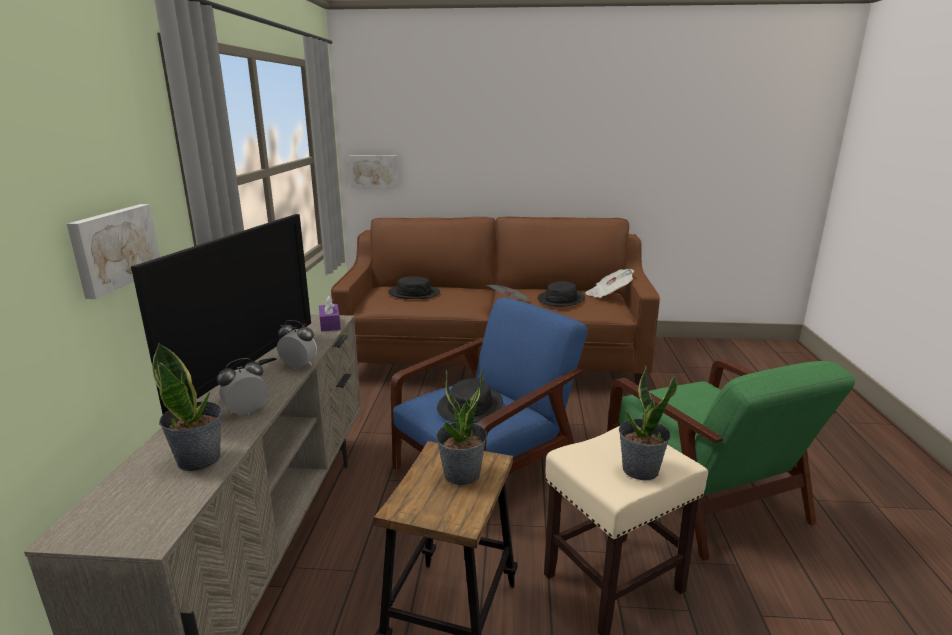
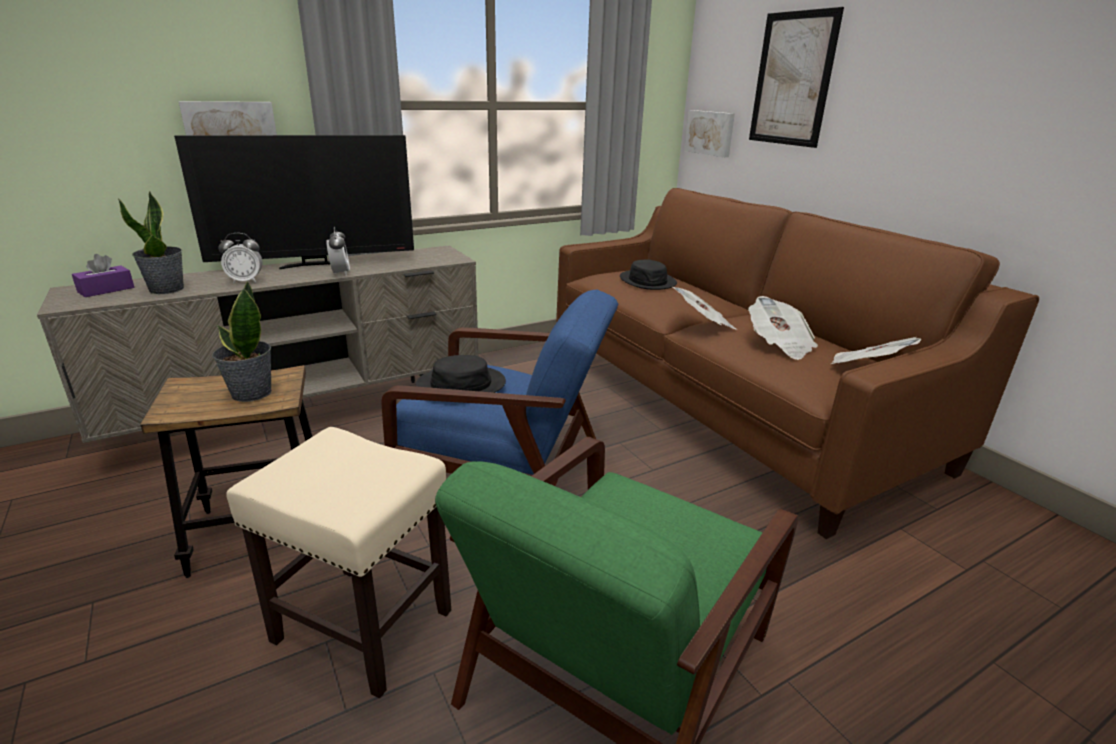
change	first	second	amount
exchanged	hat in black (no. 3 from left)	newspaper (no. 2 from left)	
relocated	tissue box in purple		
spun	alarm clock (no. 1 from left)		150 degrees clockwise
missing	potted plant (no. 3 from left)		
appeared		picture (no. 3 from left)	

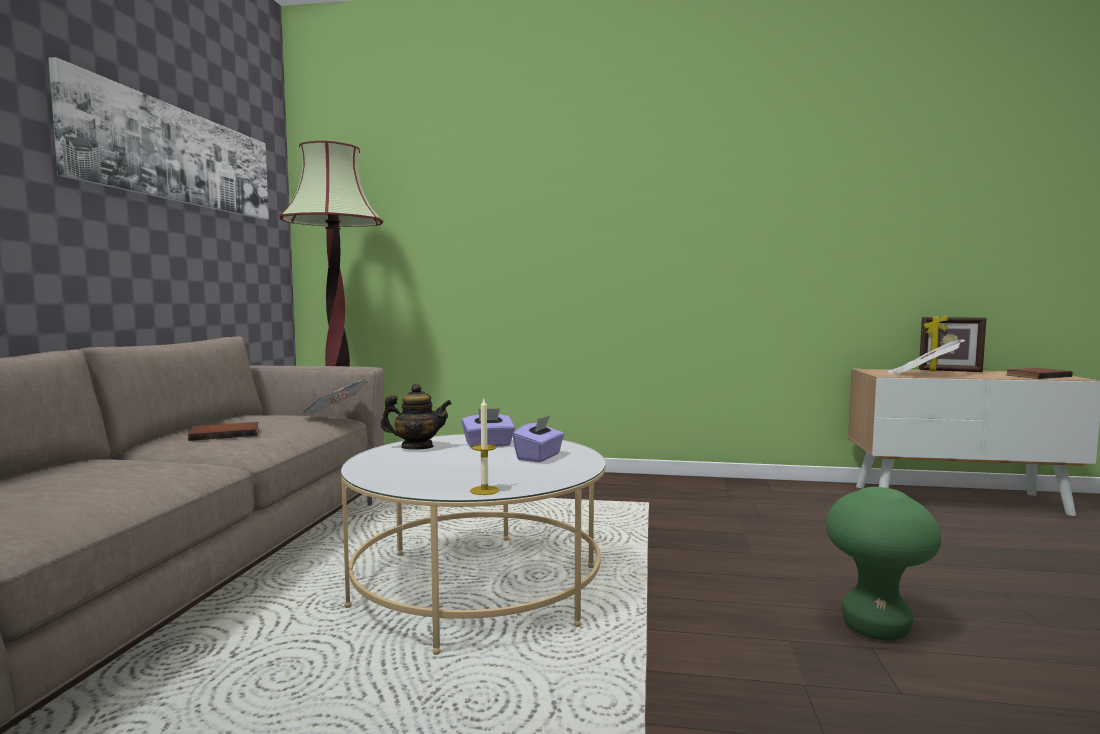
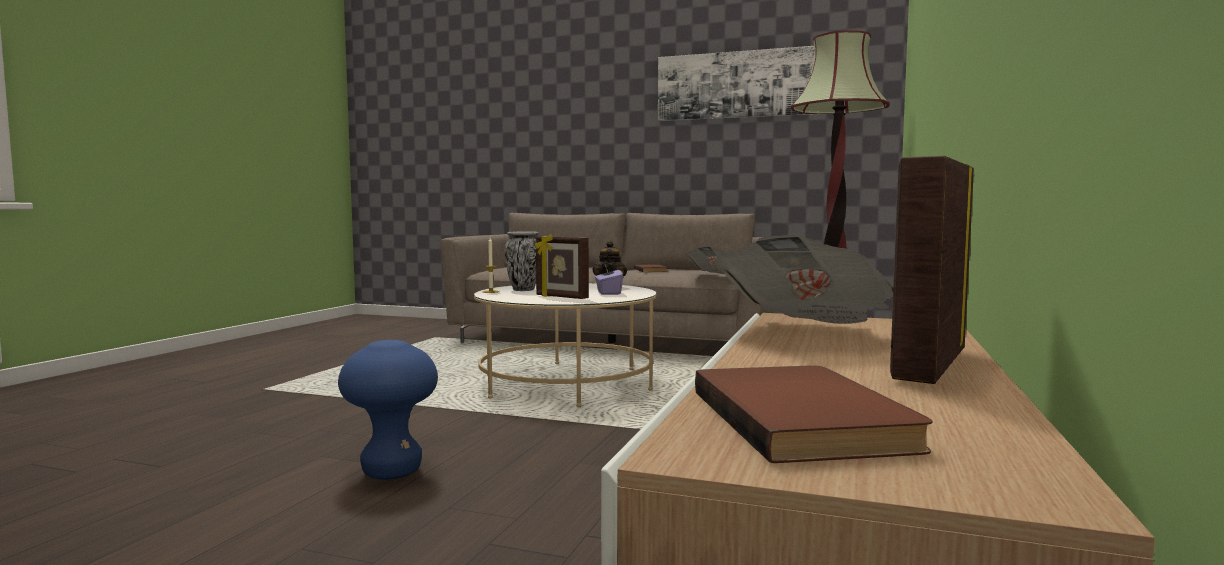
change	first	second	amount
exchanged	tissue box in purple (no. 2 from left)	picture frame (no. 1 from left)	
colour	stool in green	stool in blue	
appeared		vase	

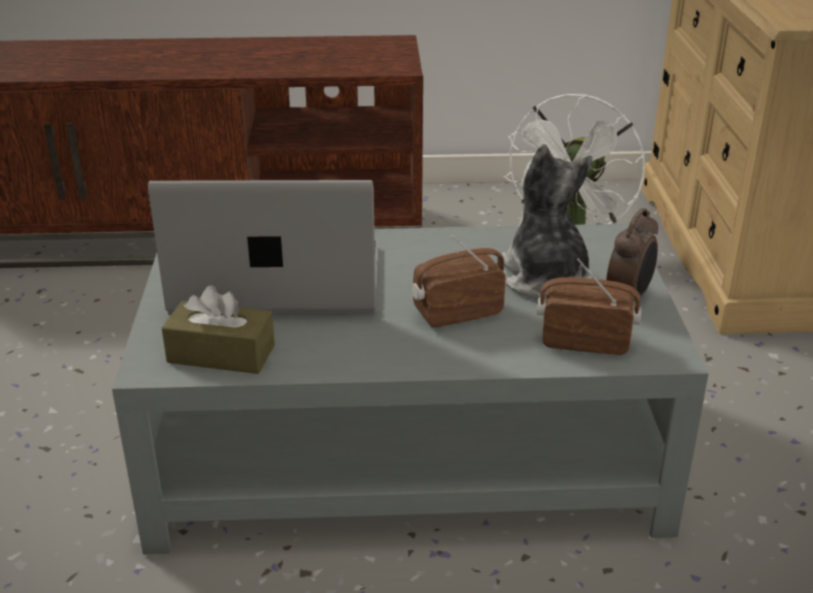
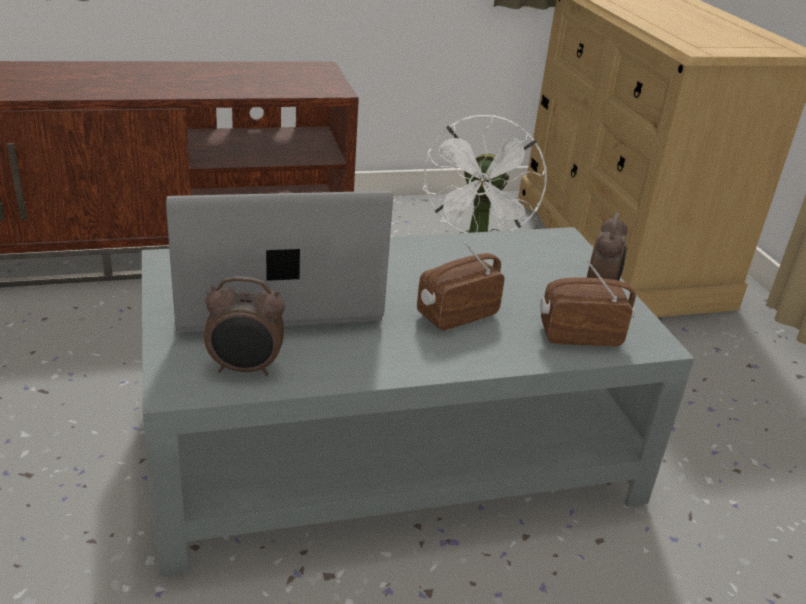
change	first	second	amount
missing	plush toy		
exchanged	tissue box in brown	alarm clock (no. 1 from left)	

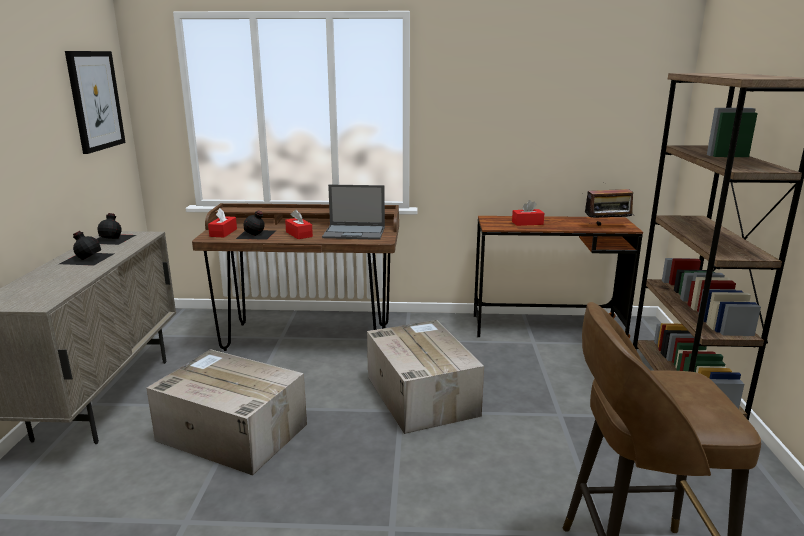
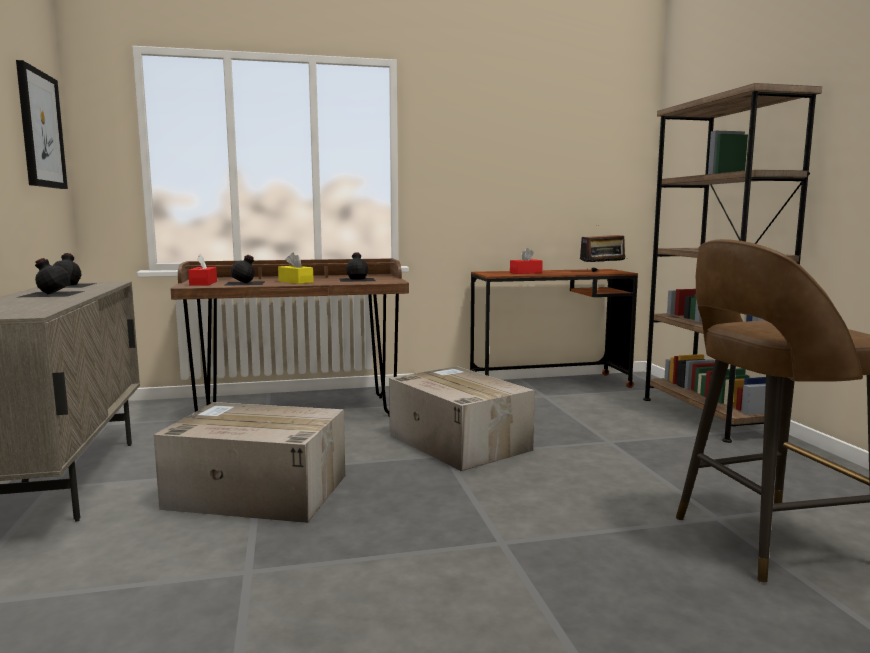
change	first	second	amount
exchanged	laptop	bottle in black (no. 4 from left)	
colour	tissue box in red (no. 2 from left)	tissue box in yellow	

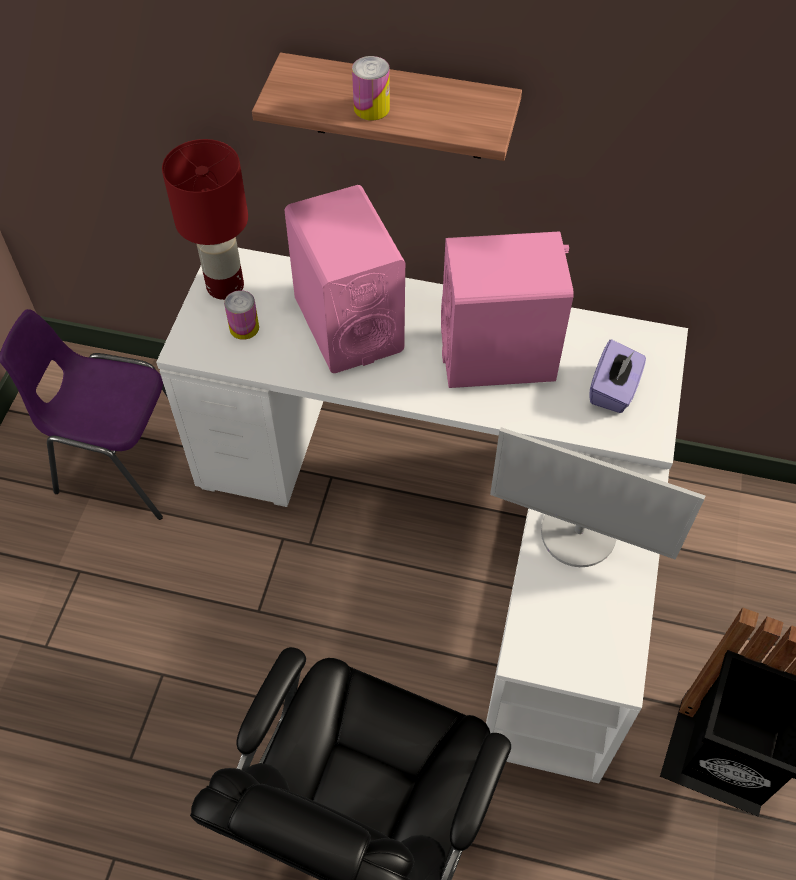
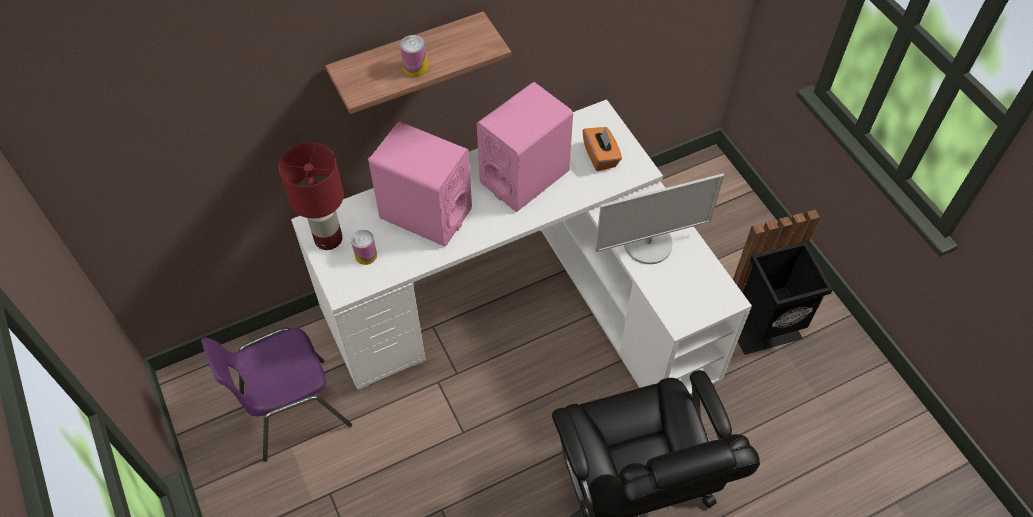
change	first	second	amount
colour	tissue box in purple	tissue box in orange	

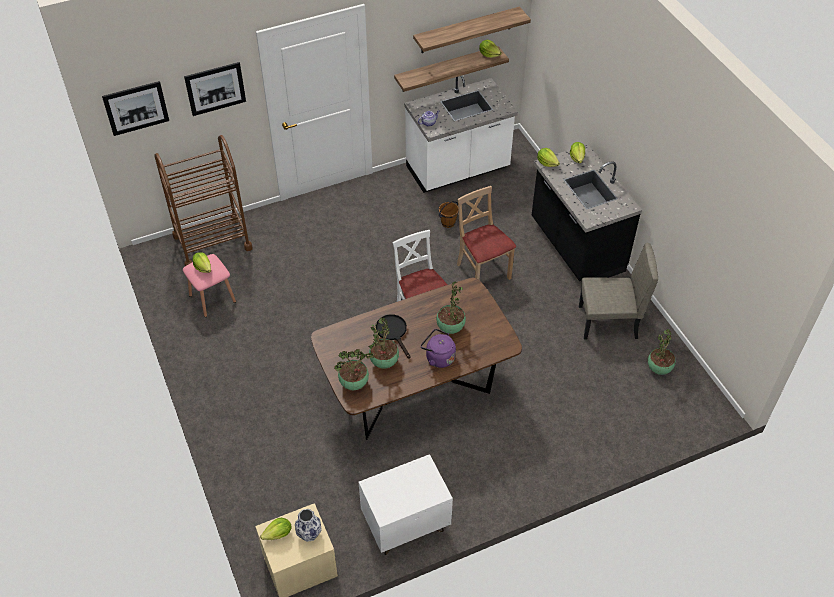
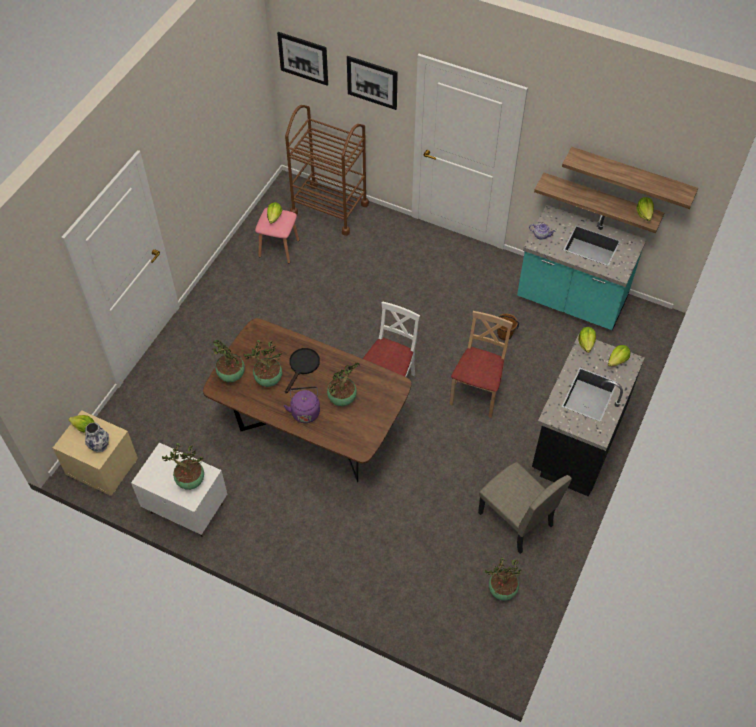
change	first	second	amount
colour	counter in white	counter in turquoise	
appeared		potted plant (no. 1 from left)	

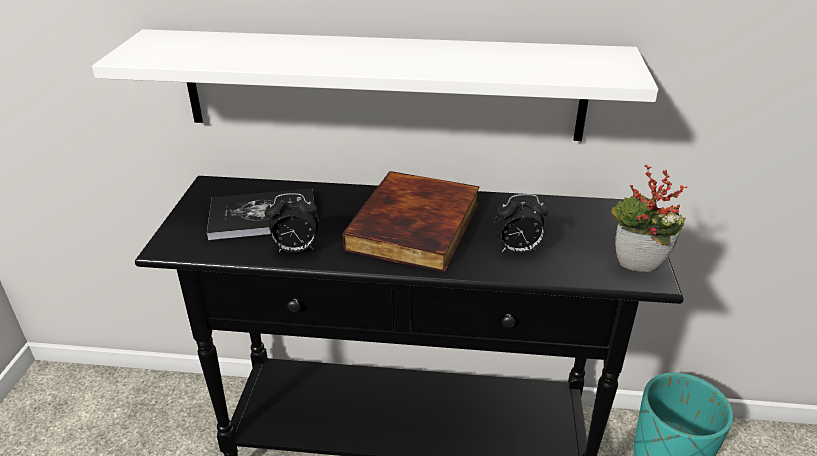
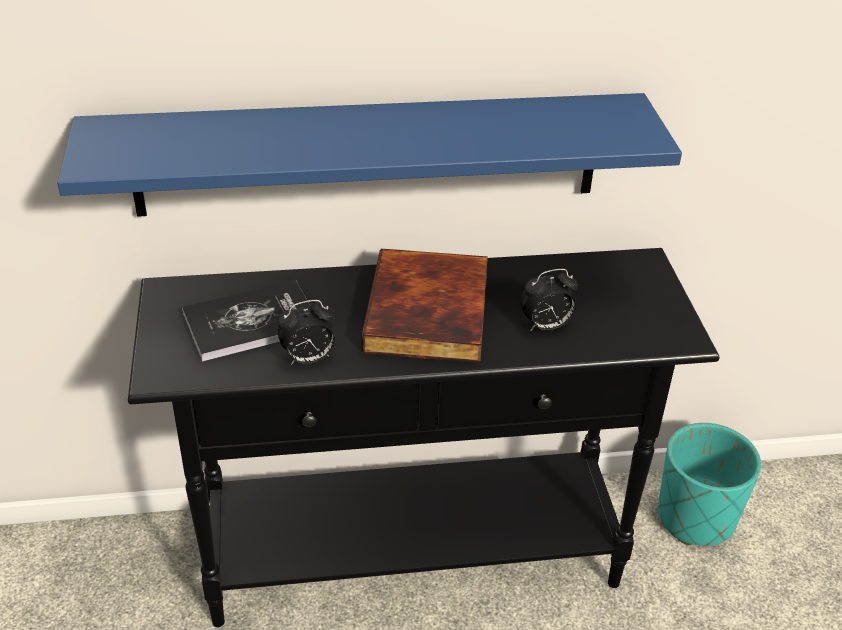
change	first	second	amount
colour	shelf in white	shelf in blue	
missing	potted plant		

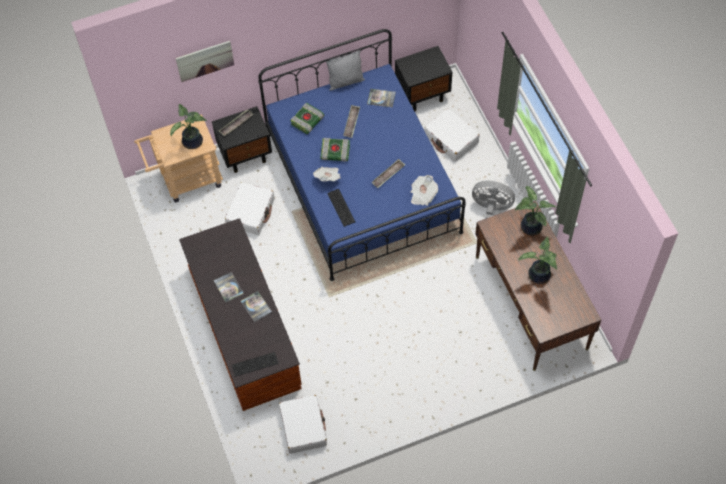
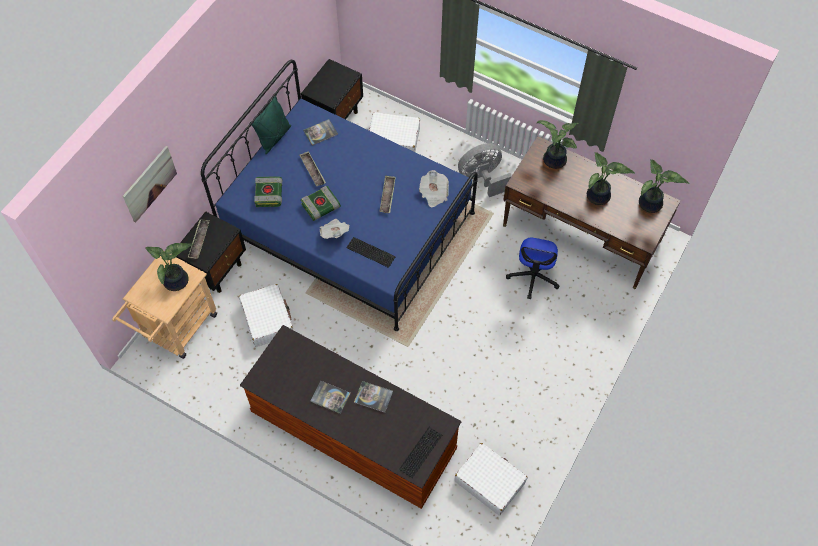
change	first	second	amount
colour	pillow in grey	pillow in green	
appeared		potted plant (no. 4 from left)	
appeared		office chair	

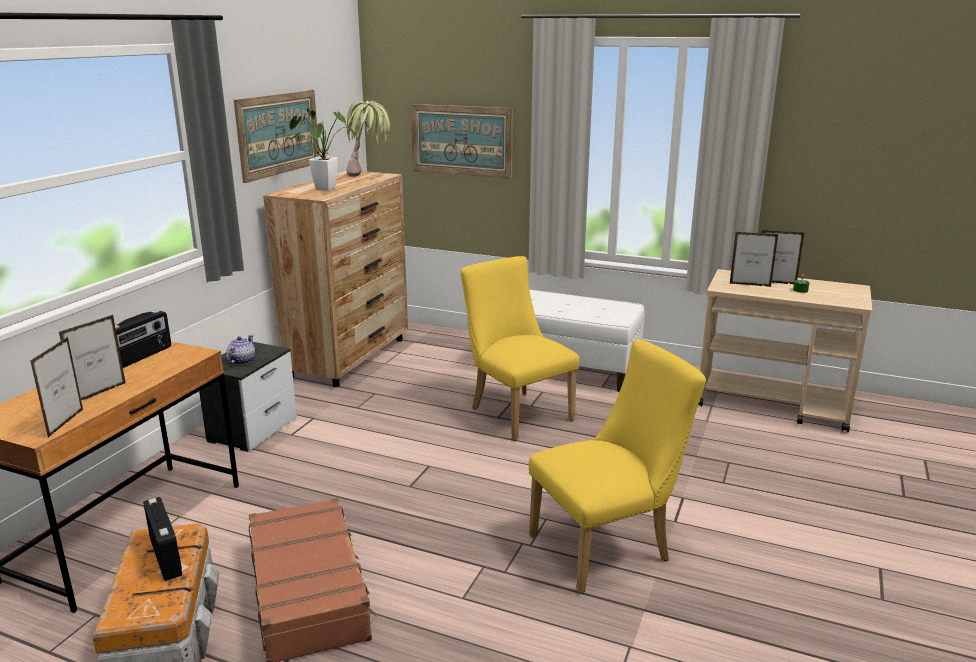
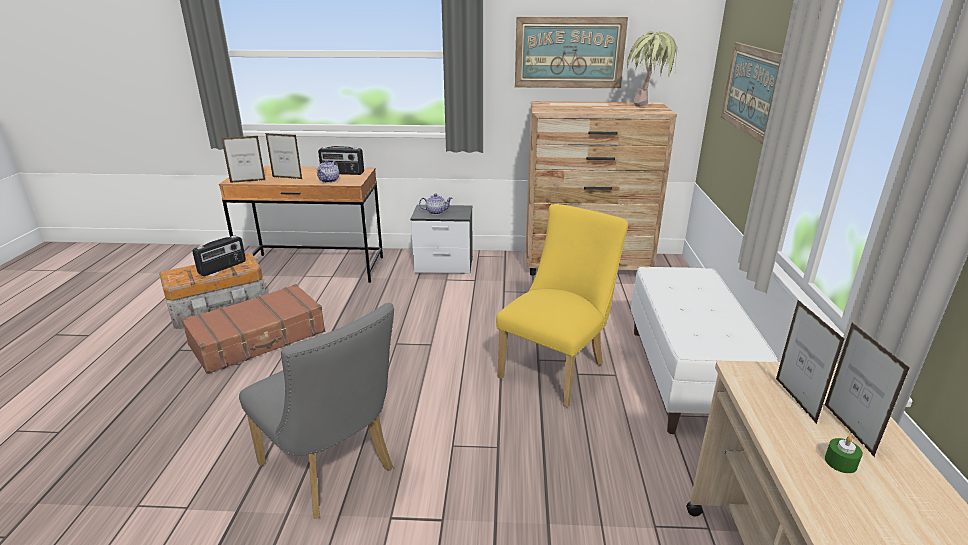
change	first	second	amount
missing	potted plant (no. 1 from left)		
colour	chair in yellow (no. 2 from left)	chair in grey	
appeared		teapot (no. 1 from left)	

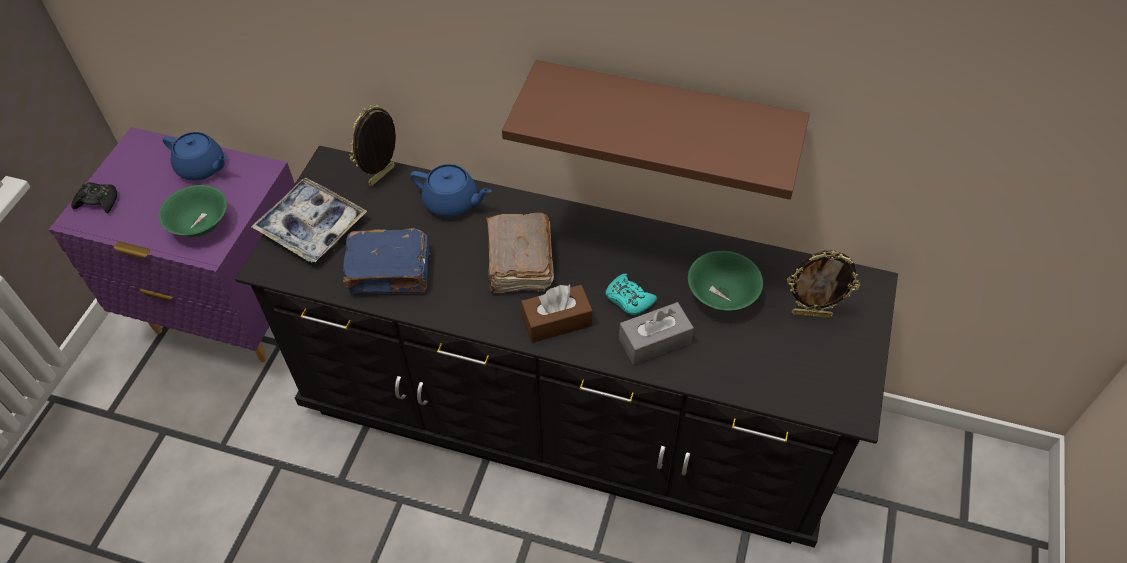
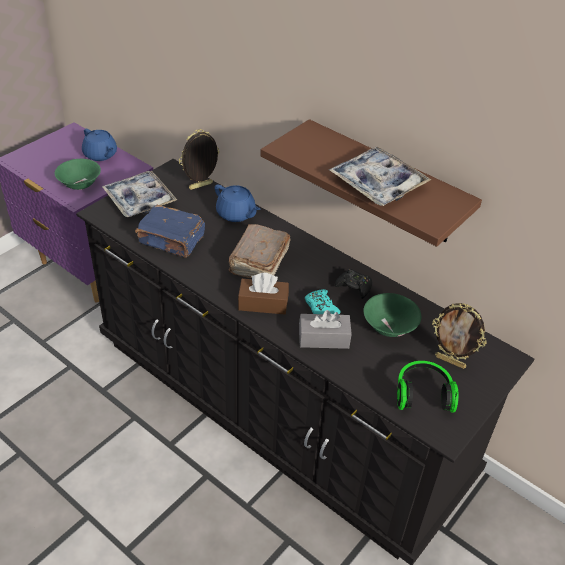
change	first	second	amount
relocated	game controller in black		
appeared		tray (no. 2 from left)	
appeared		headphones	

